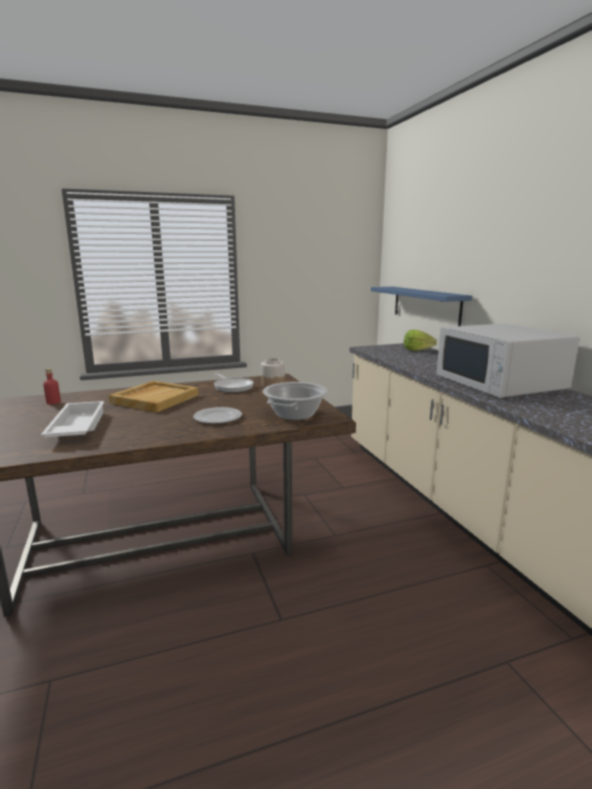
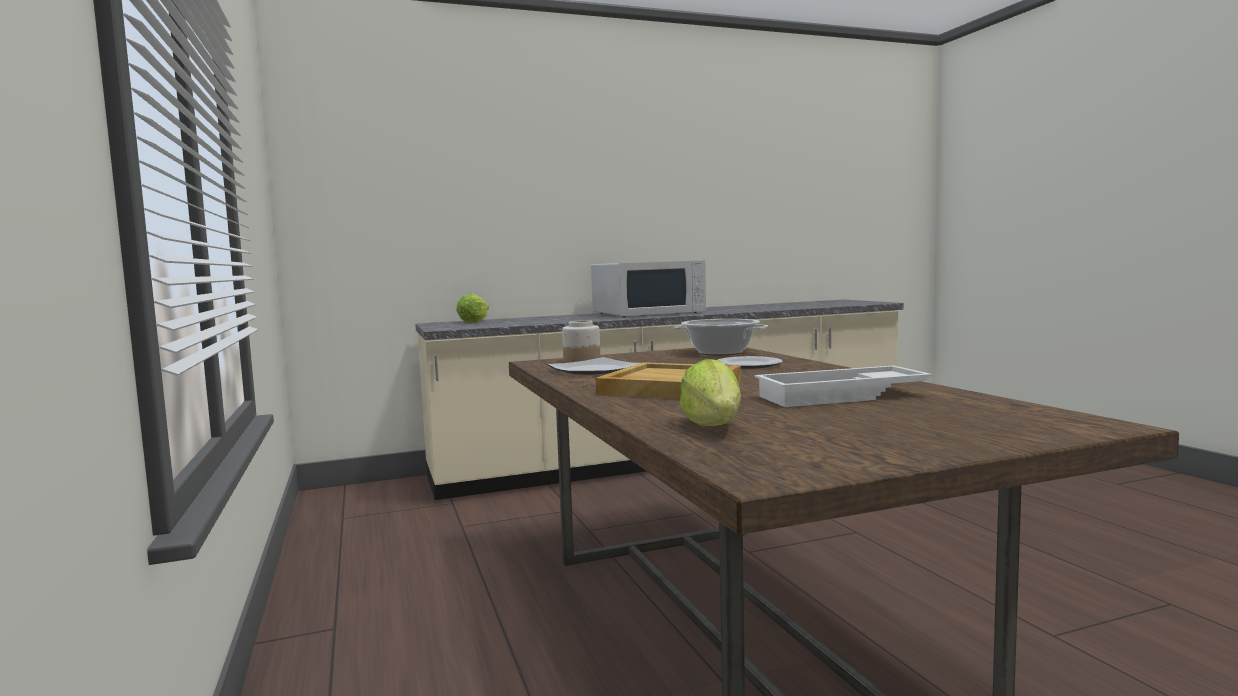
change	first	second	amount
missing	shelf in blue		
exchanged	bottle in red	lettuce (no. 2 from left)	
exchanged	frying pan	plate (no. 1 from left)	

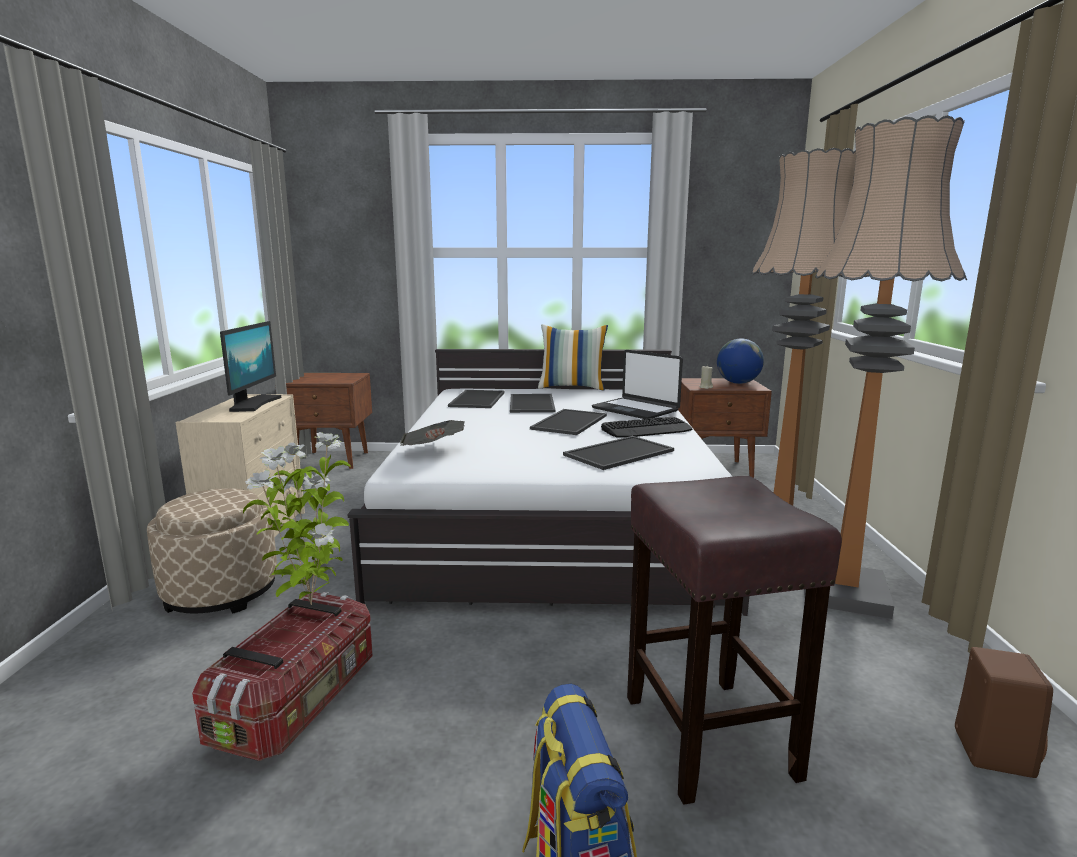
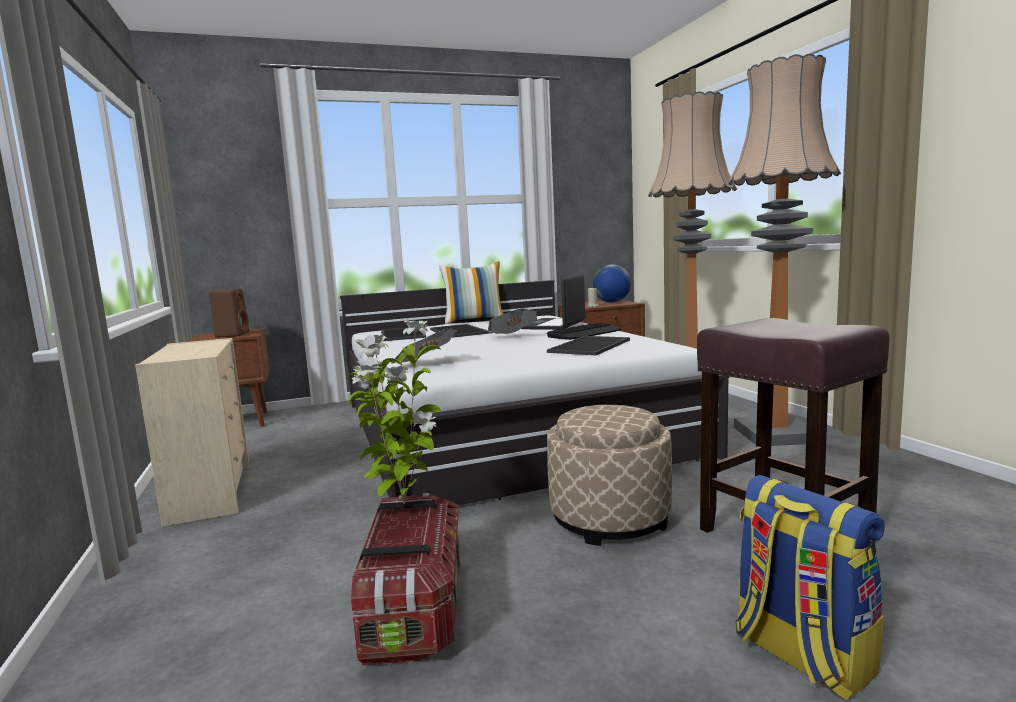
change	first	second	amount
missing	monitor		
spun	laptop		90 degrees clockwise
exchanged	tray (no. 3 from left)	newspaper (no. 2 from left)	
relocated	ottoman in beige		
relocated	speaker in brown		

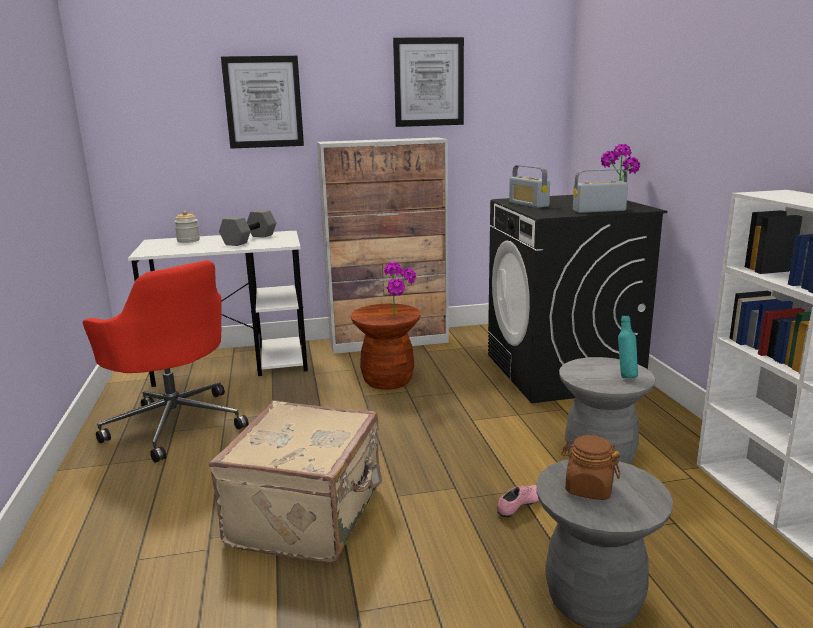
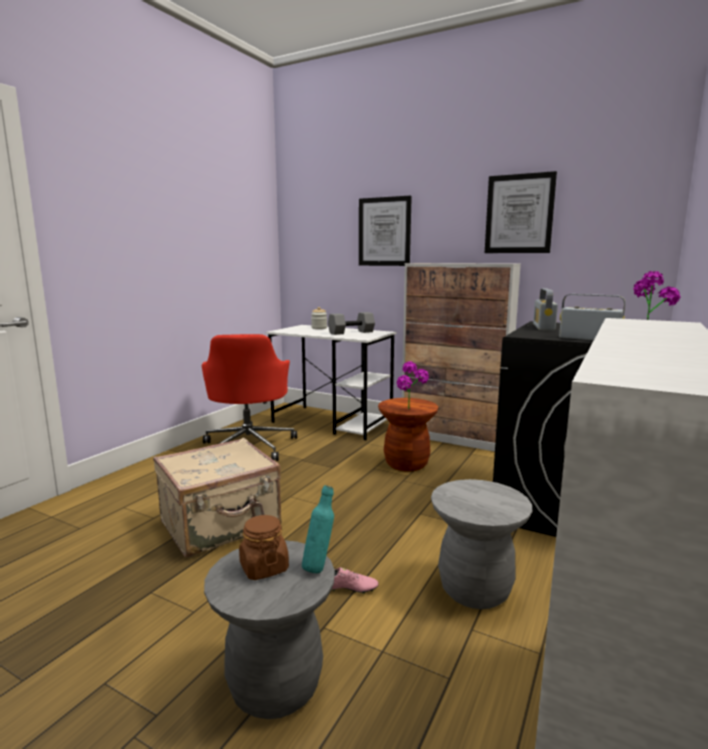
change	first	second	amount
relocated	bottle in turquoise		

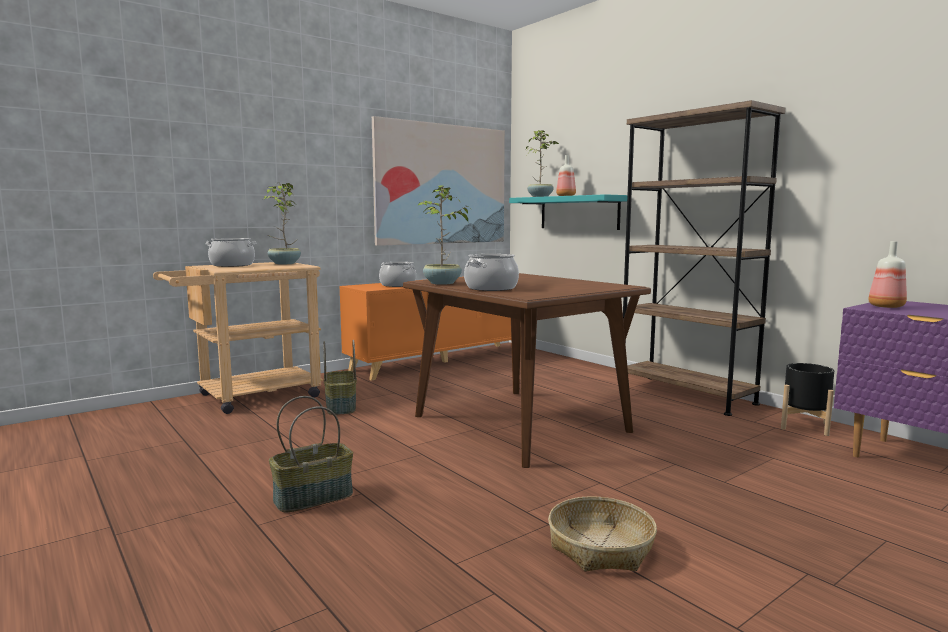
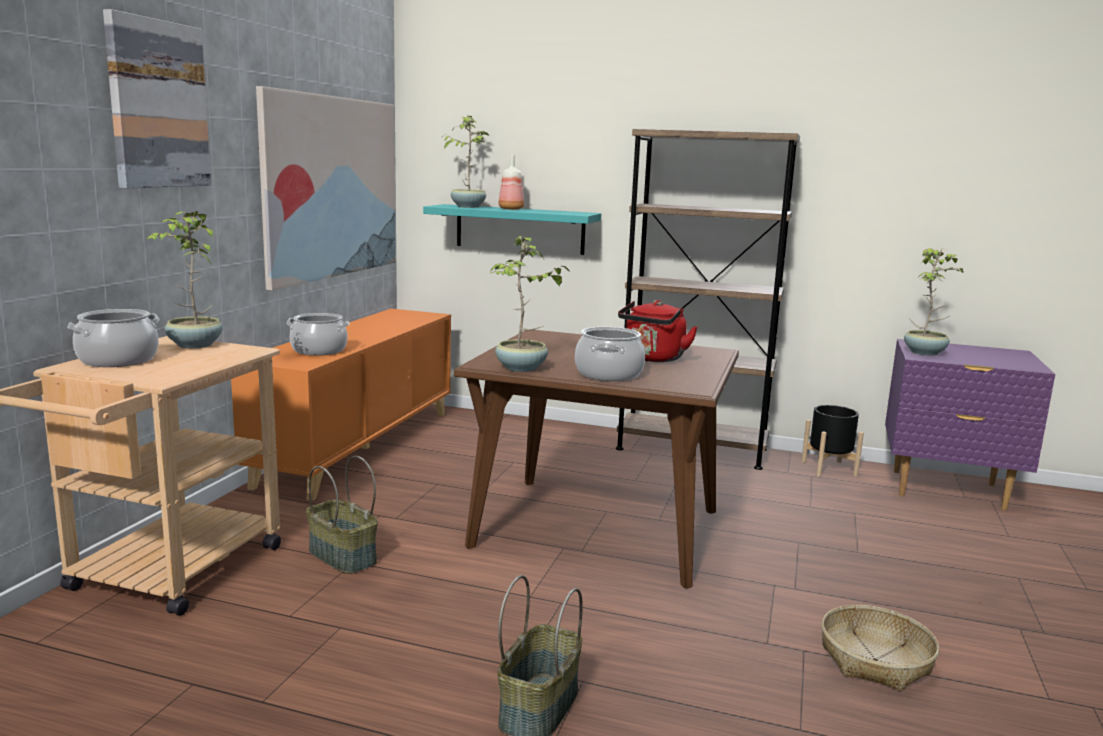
change	first	second	amount
exchanged	bottle (no. 2 from left)	potted plant (no. 4 from left)	
appeared		picture (no. 1 from left)	
appeared		kettle in red	

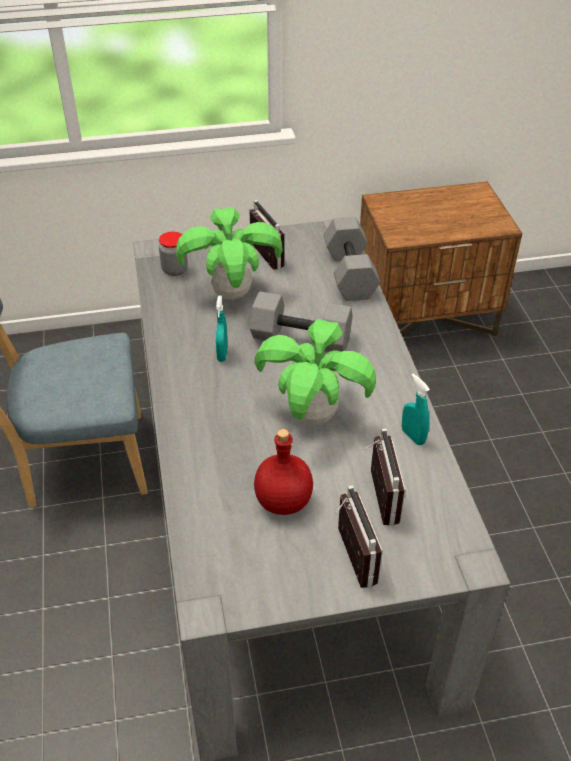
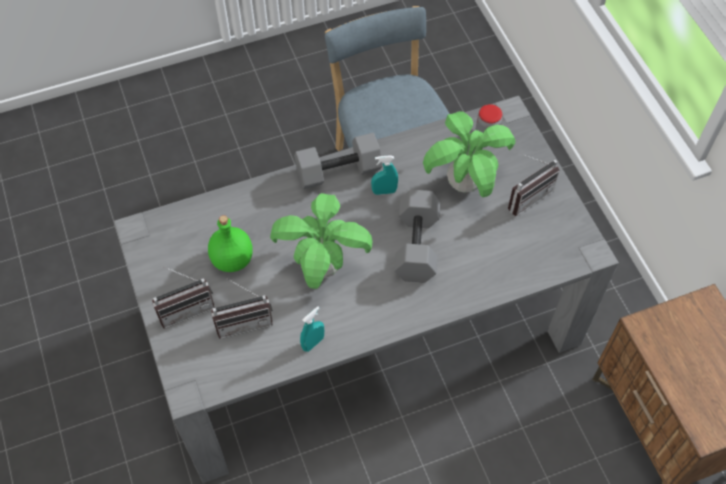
change	first	second	amount
relocated	dumbbell in grey (no. 2 from left in the first image)	dumbbell in grey (no. 1 from left)	
colour	bottle in red	bottle in green	

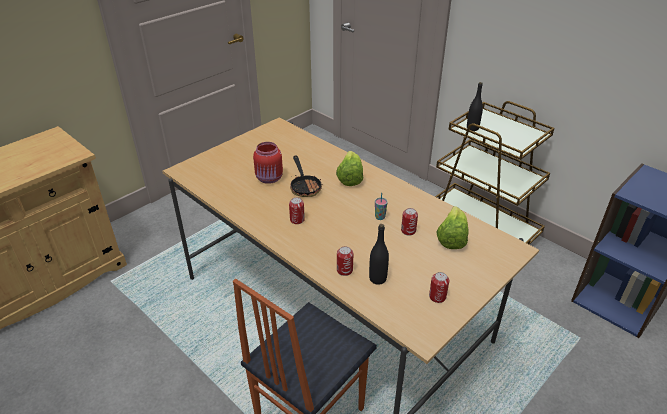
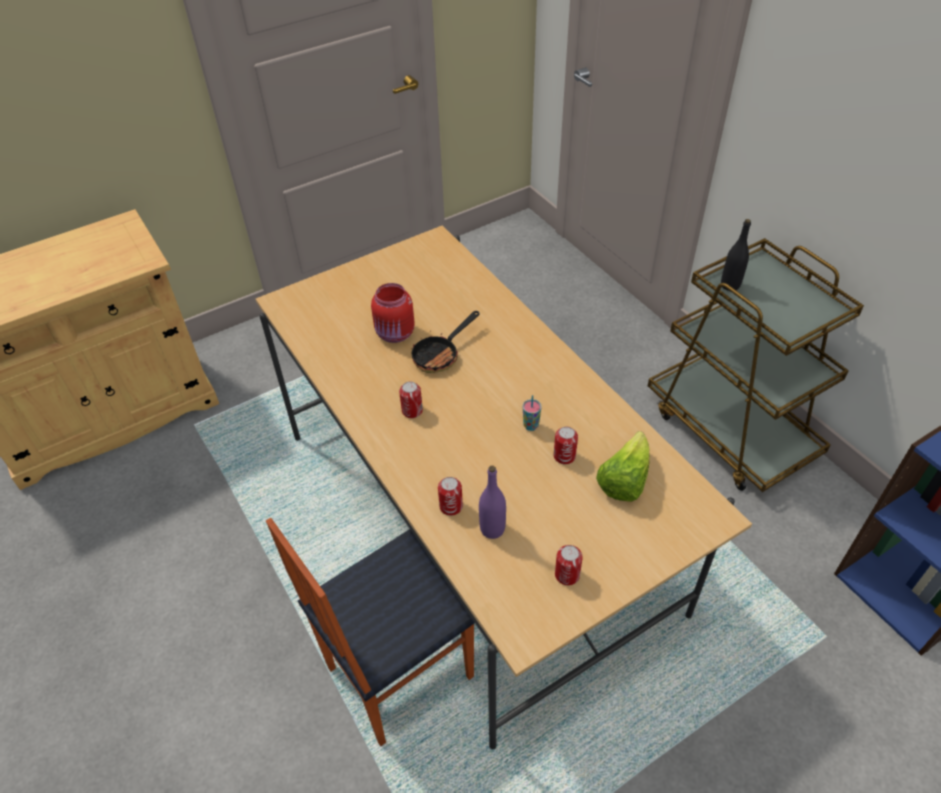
change	first	second	amount
missing	lettuce (no. 1 from left)		
spun	frying pan		45 degrees clockwise
colour	bottle in black (no. 1 from left)	bottle in purple	

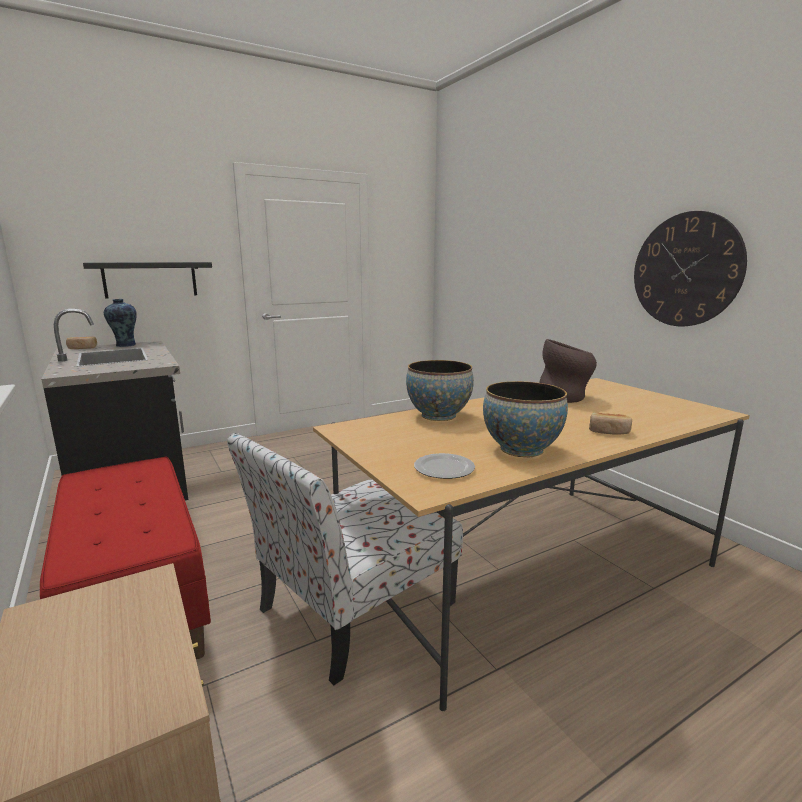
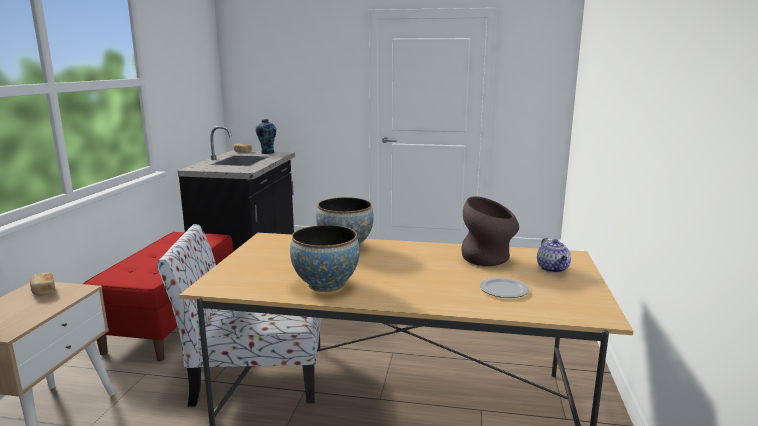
change	first	second	amount
missing	wall clock		
missing	shelf in black		
relocated	bread (no. 2 from left in the first image)	bread (no. 1 from left)	
relocated	plate		
appeared		teapot	

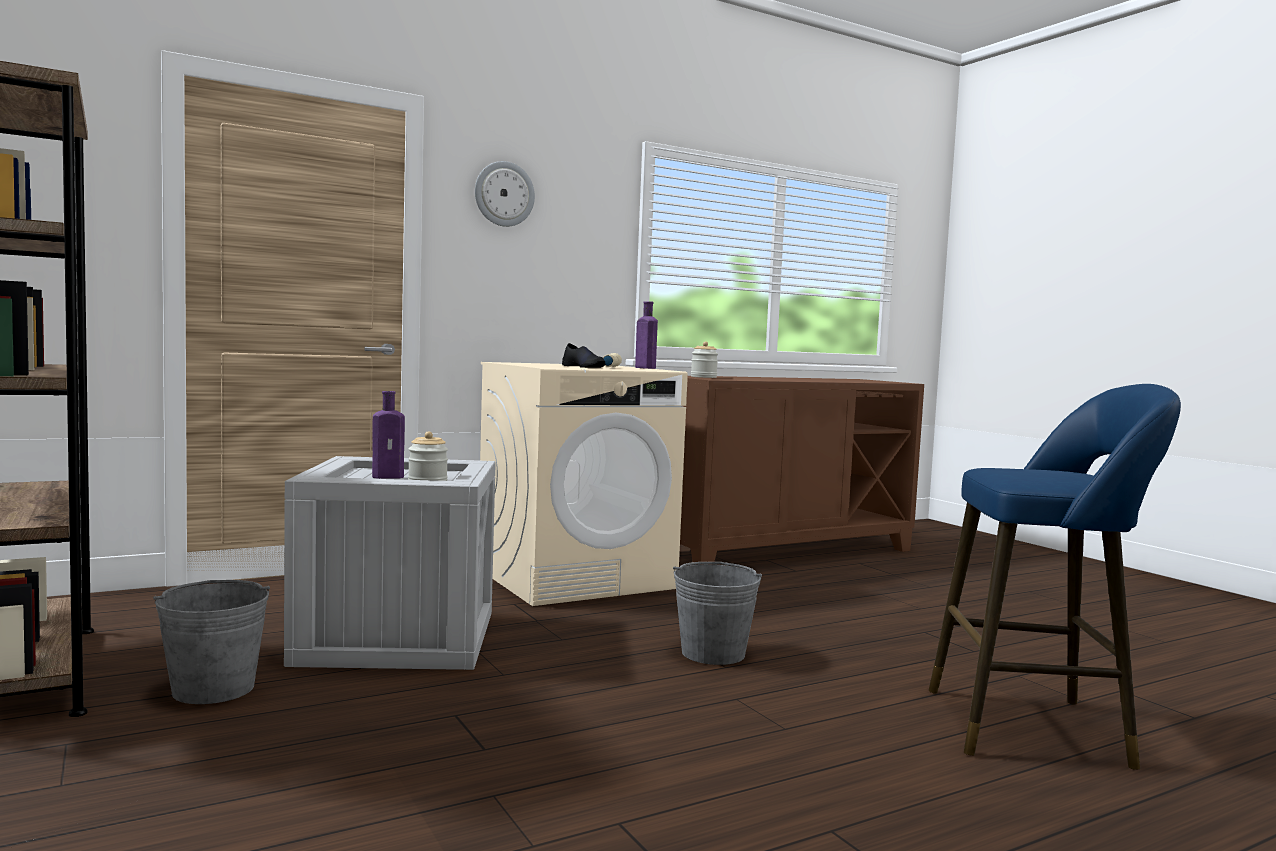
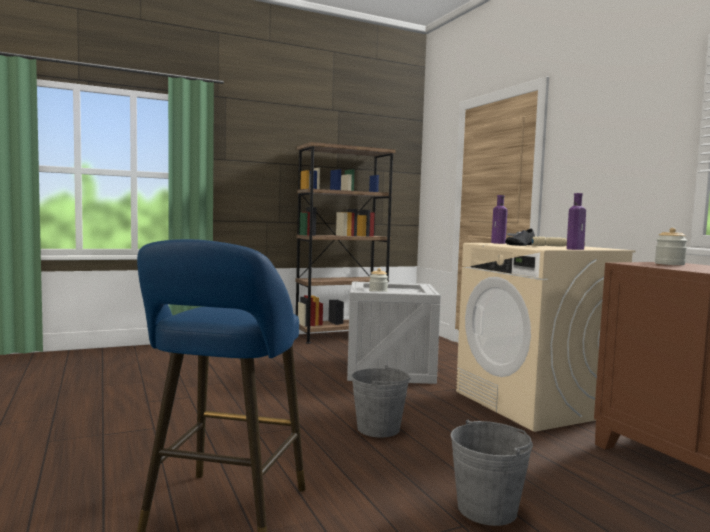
change	first	second	amount
missing	wall clock		
relocated	bottle in purple (no. 1 from left)		
relocated	bucket in grey (no. 1 from left in the first image)	bucket in grey (no. 2 from left)	

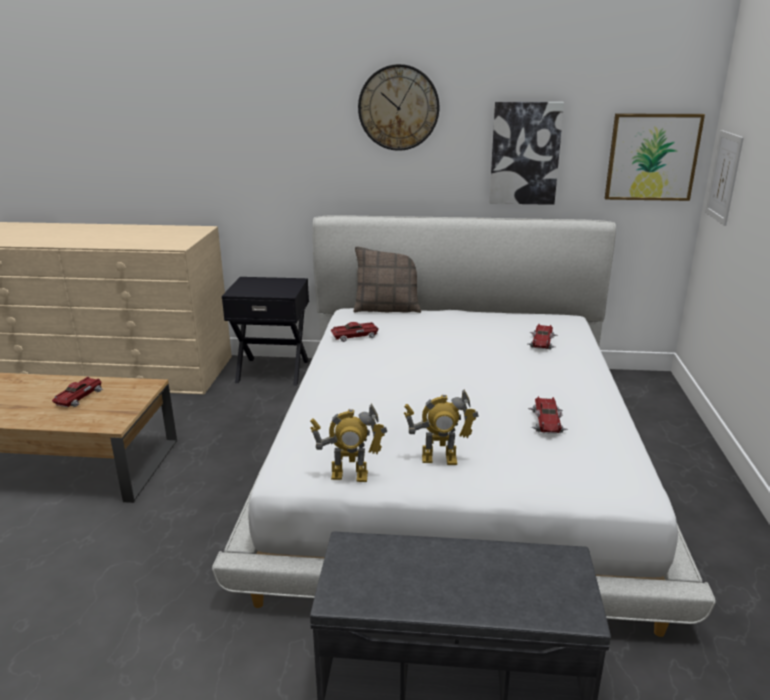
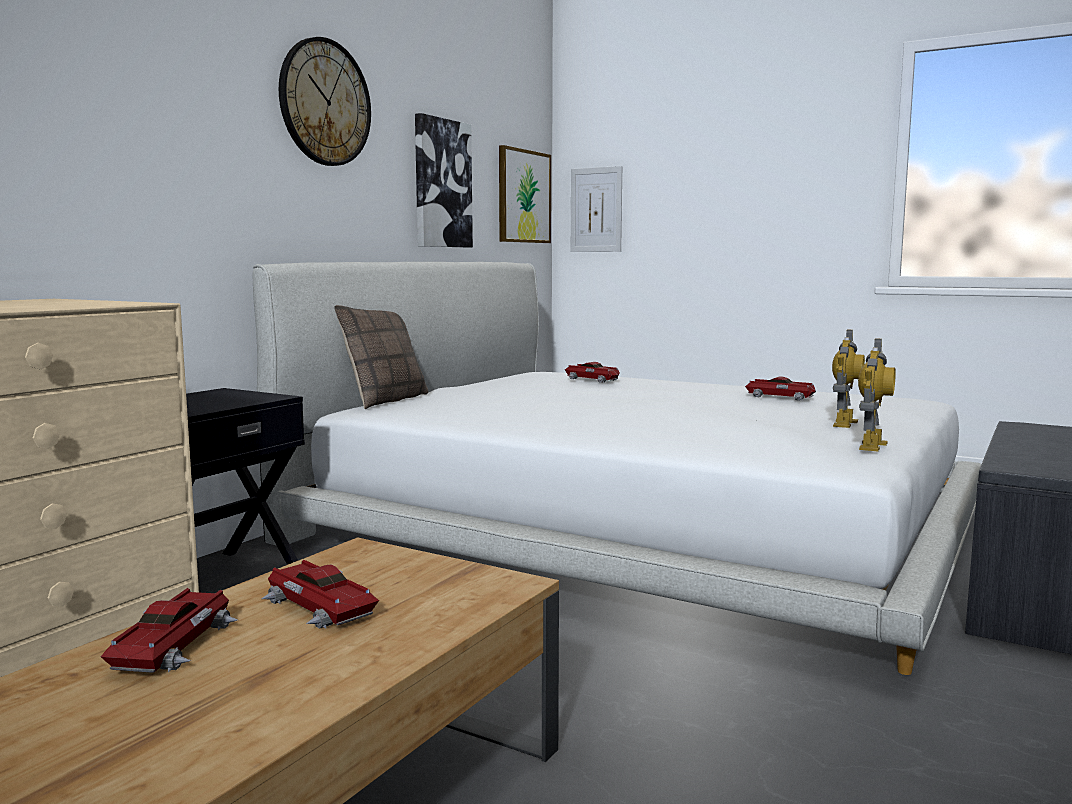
change	first	second	amount
relocated	toy car (no. 2 from left in the first image)	toy car (no. 1 from left)	

